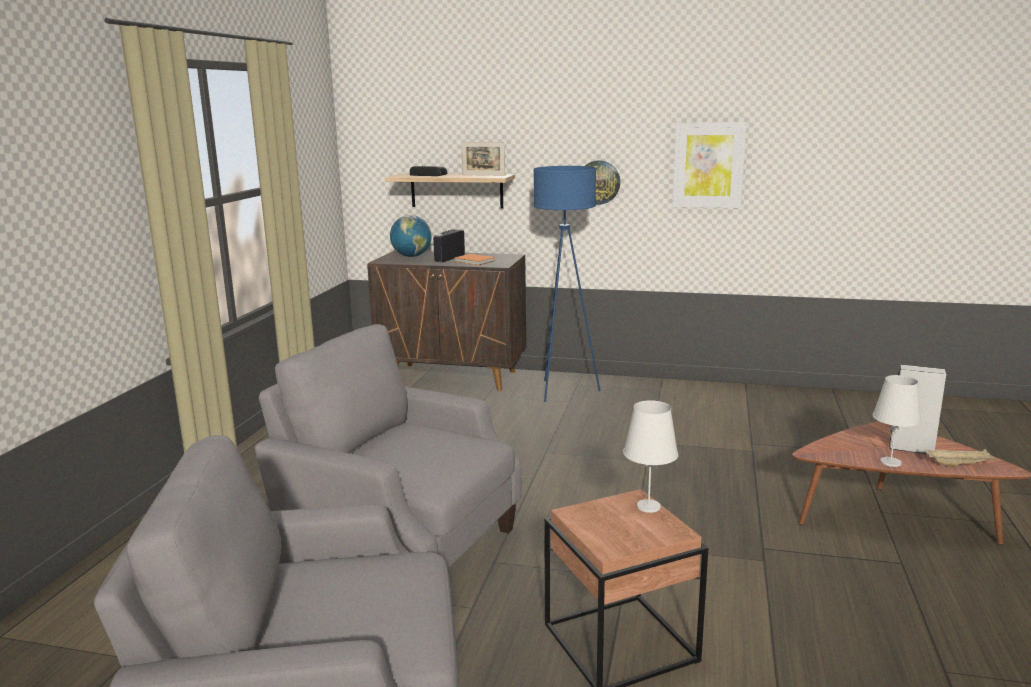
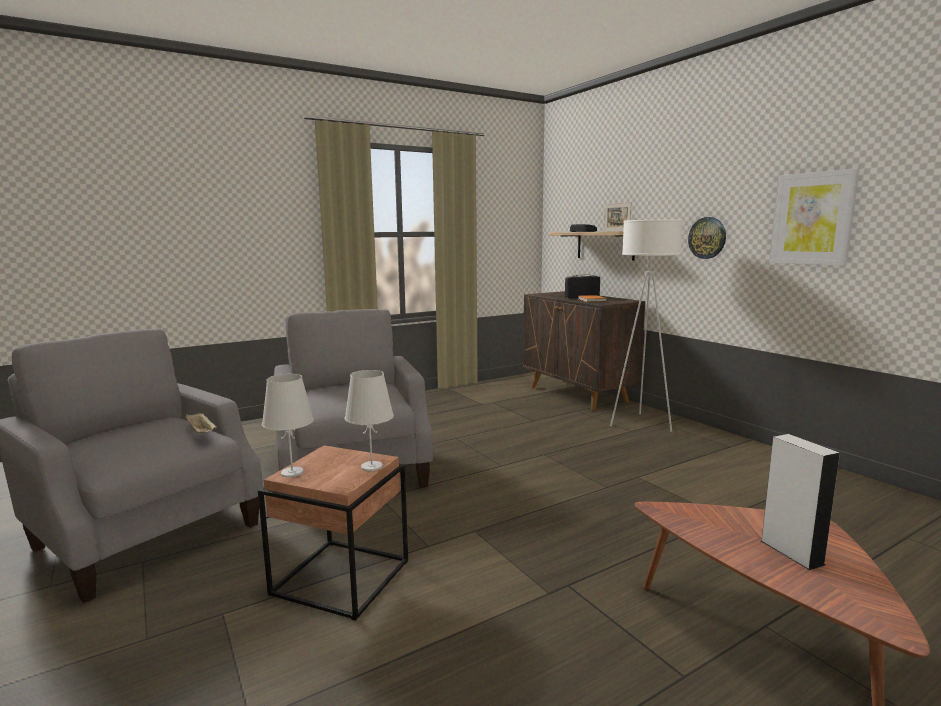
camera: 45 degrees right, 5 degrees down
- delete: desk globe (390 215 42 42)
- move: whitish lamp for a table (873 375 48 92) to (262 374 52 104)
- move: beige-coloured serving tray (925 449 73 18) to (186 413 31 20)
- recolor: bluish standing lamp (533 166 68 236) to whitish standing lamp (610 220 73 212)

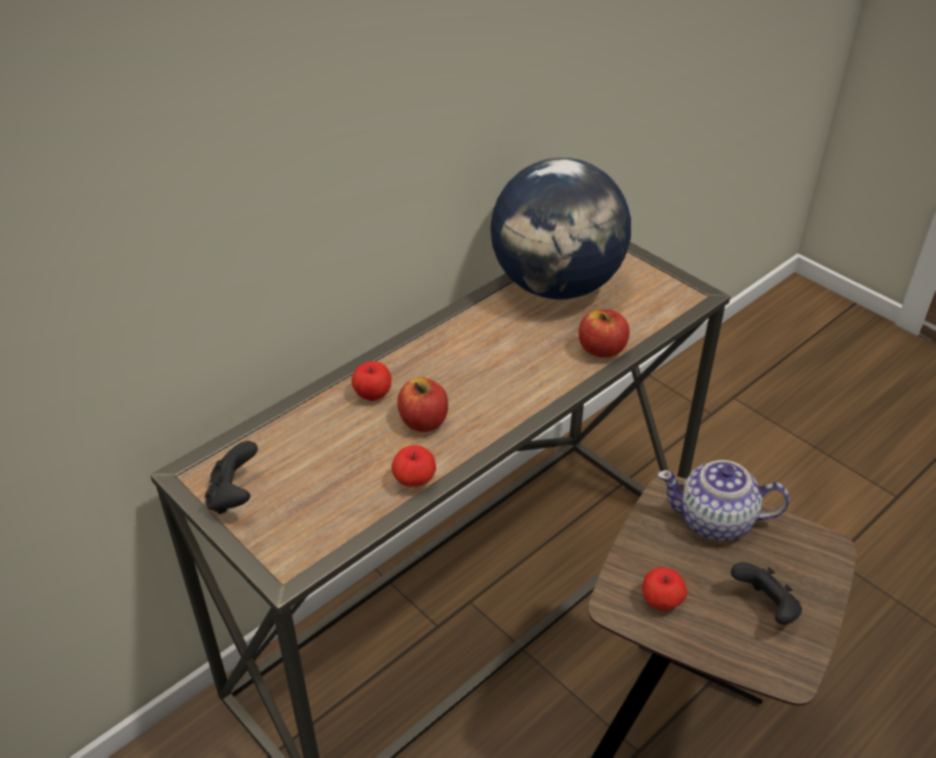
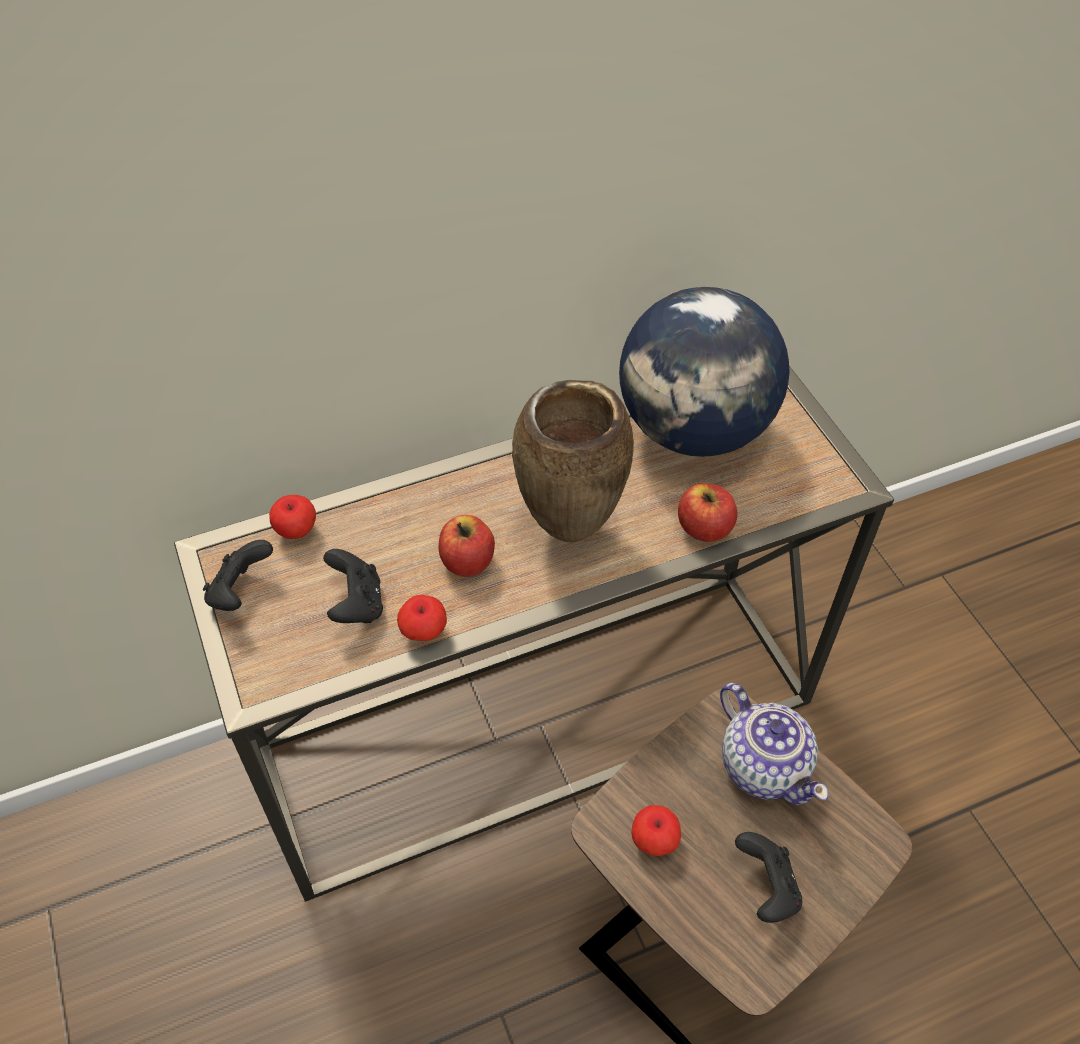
camera: 20 degrees right, 10 degrees up
- insert: blackish game controller (323 549 60 74)
- insert: brown-coloured flower vase (512 380 122 162)
- move: apple fruit (351 361 41 40) to (269 495 47 44)
- rotate: tea pot (657 460 133 81) = (720 683 109 122) 150 degrees counterclockwise

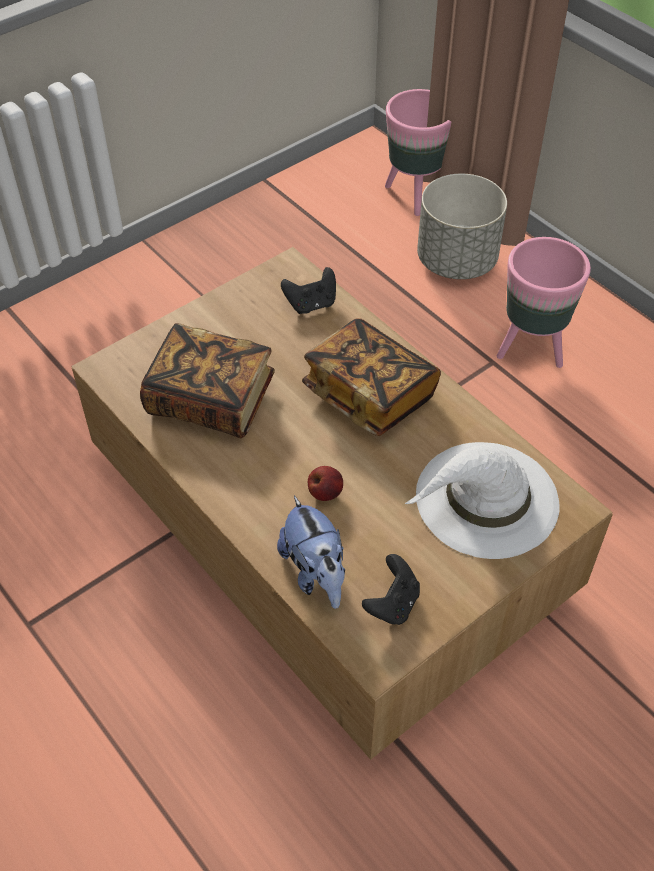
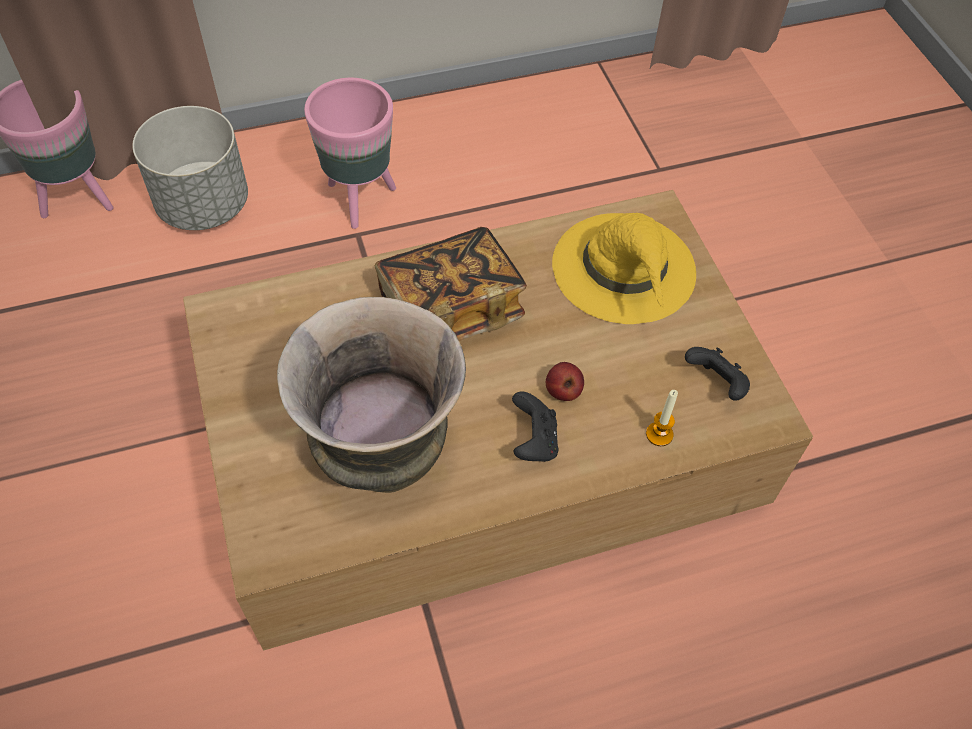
camera: 70 degrees left, 5 degrees up
- move: blackish game controller (281 267 55 47) to (512 391 46 71)
- replace: bound book (140 323 135 115) to flower vase (277 297 189 196)
- replace: plush toy (277 496 68 113) to wax candle (646 390 32 56)
- recolor: whitish clothing hat (405 442 155 117) to yellow-coloured clothing hat (552 213 144 111)

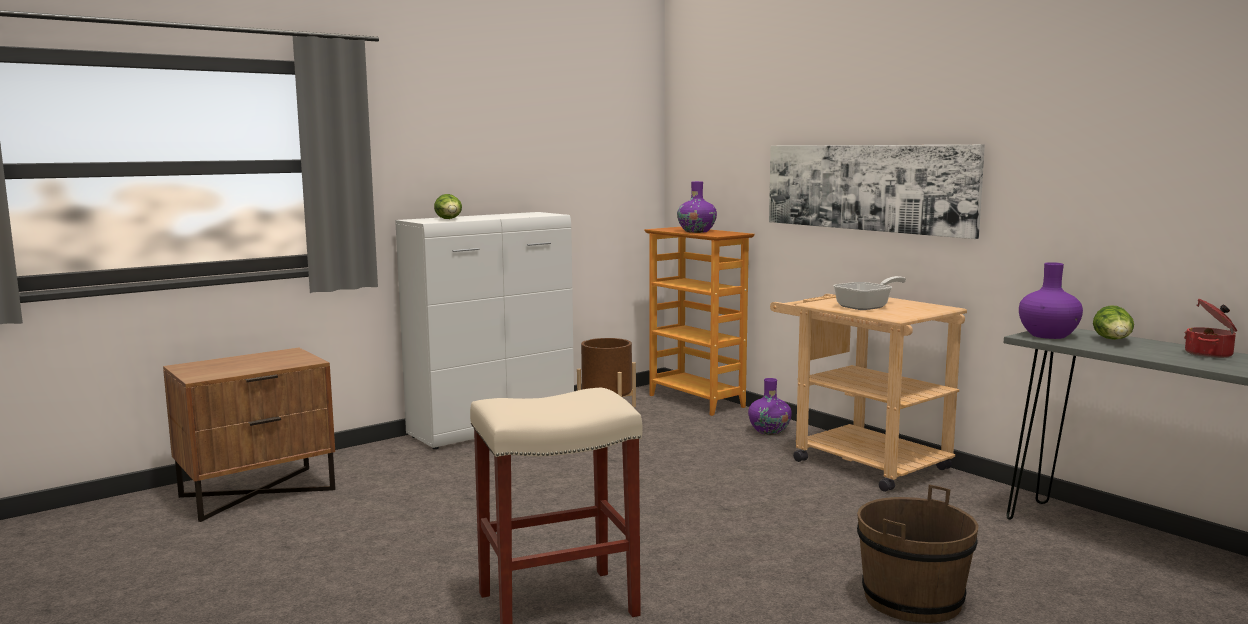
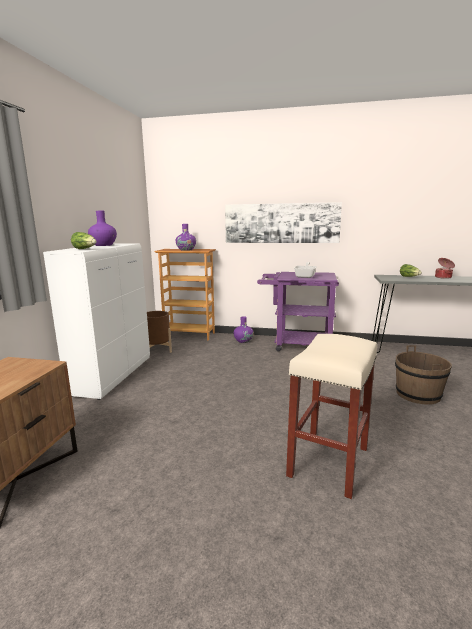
camera: 40 degrees left, 5 degrees up
- move: purplish flower vase (1019 262 64 77) to (88 211 29 35)
- recolor: beige-coloured trolley (770 294 197 198) to purplish trolley (257 272 82 79)

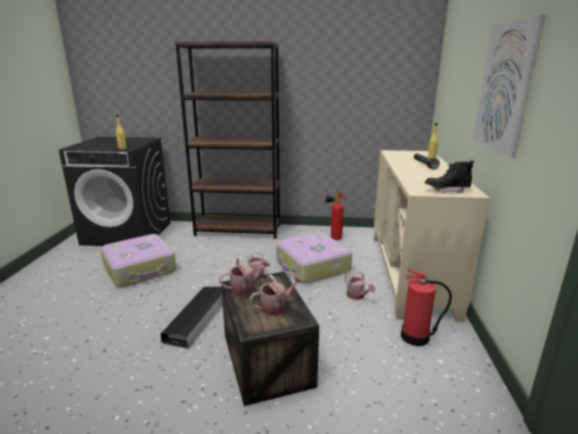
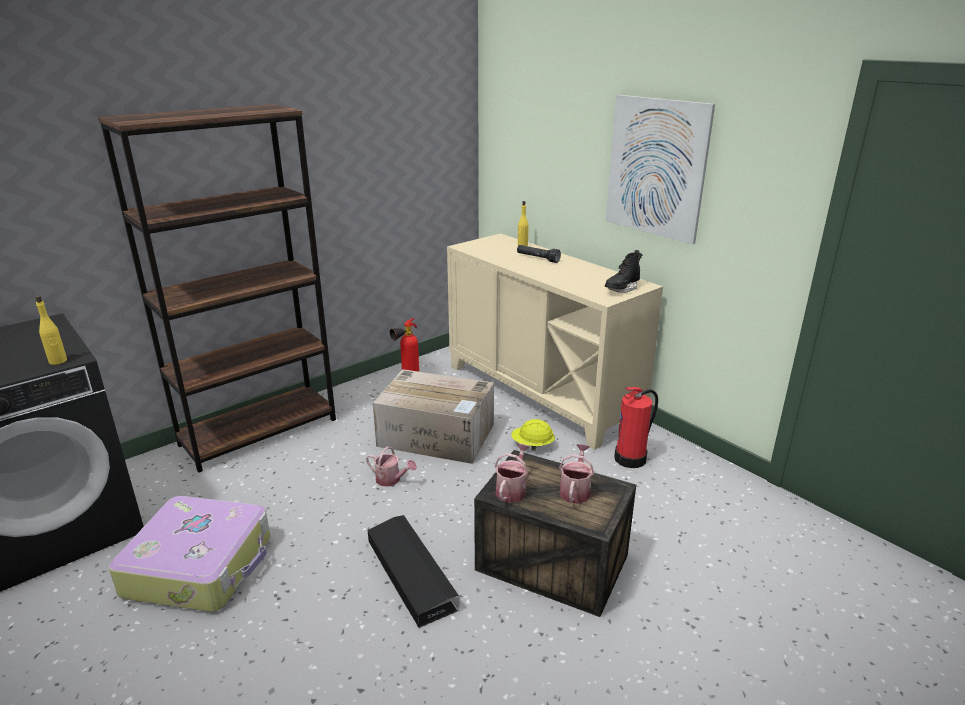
camera: 45 degrees left, 5 degrees up
- replace: travel case (276 232 76 52) to cardboard box (373 369 121 95)
- replace: watering pot (344 271 31 29) to yellow-coloured safety helmet (511 419 44 32)

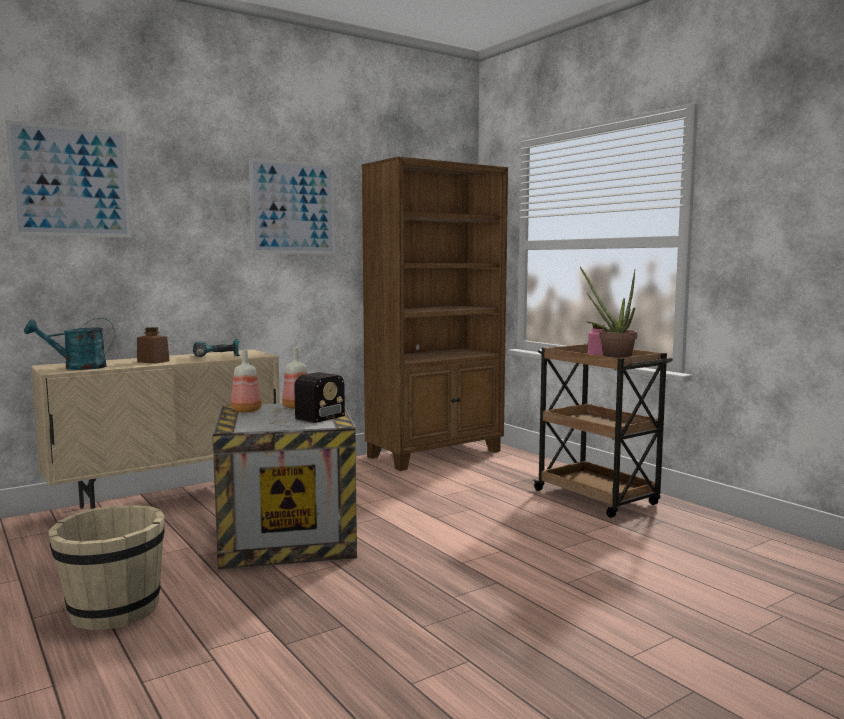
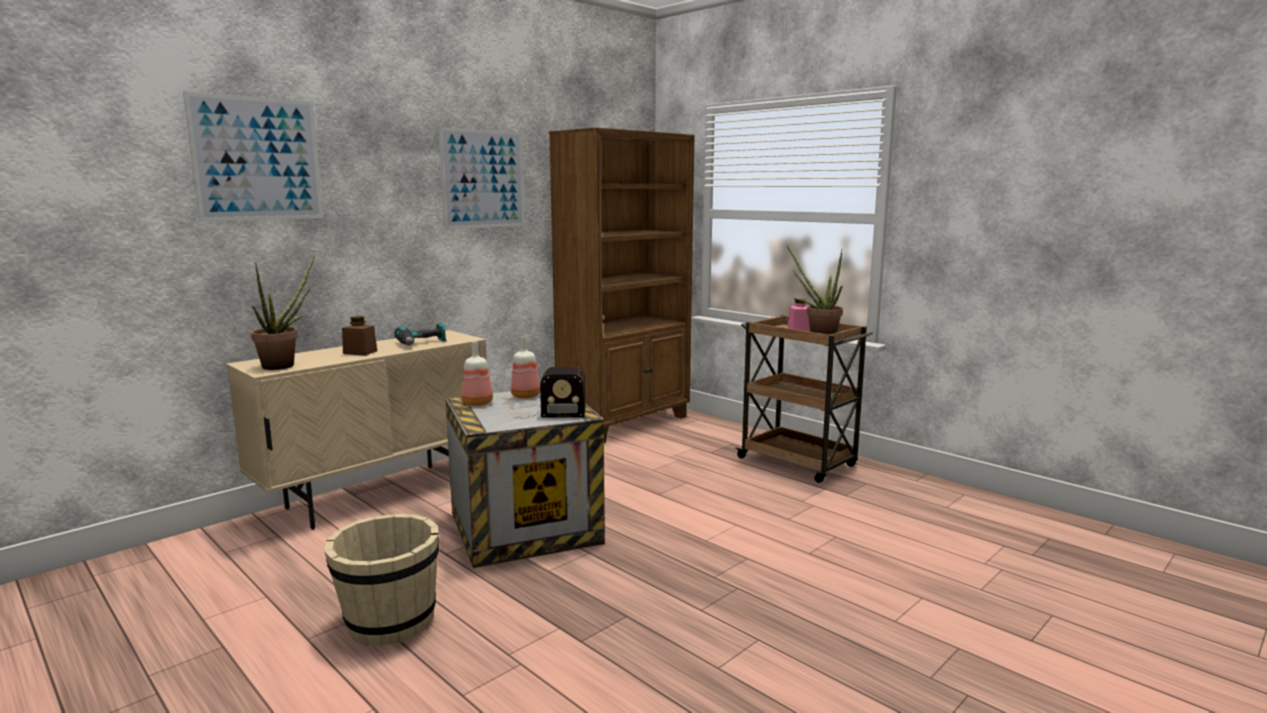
camera: 10 degrees left, 5 degrees up
- replace: turquoise watering pot (24 318 91 52) to potted plant (251 254 64 116)
- rotate: radio (272 372 73 55) = (515 367 71 51) 60 degrees clockwise

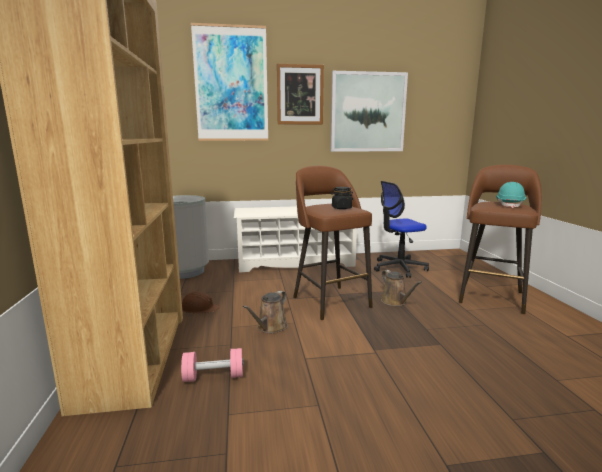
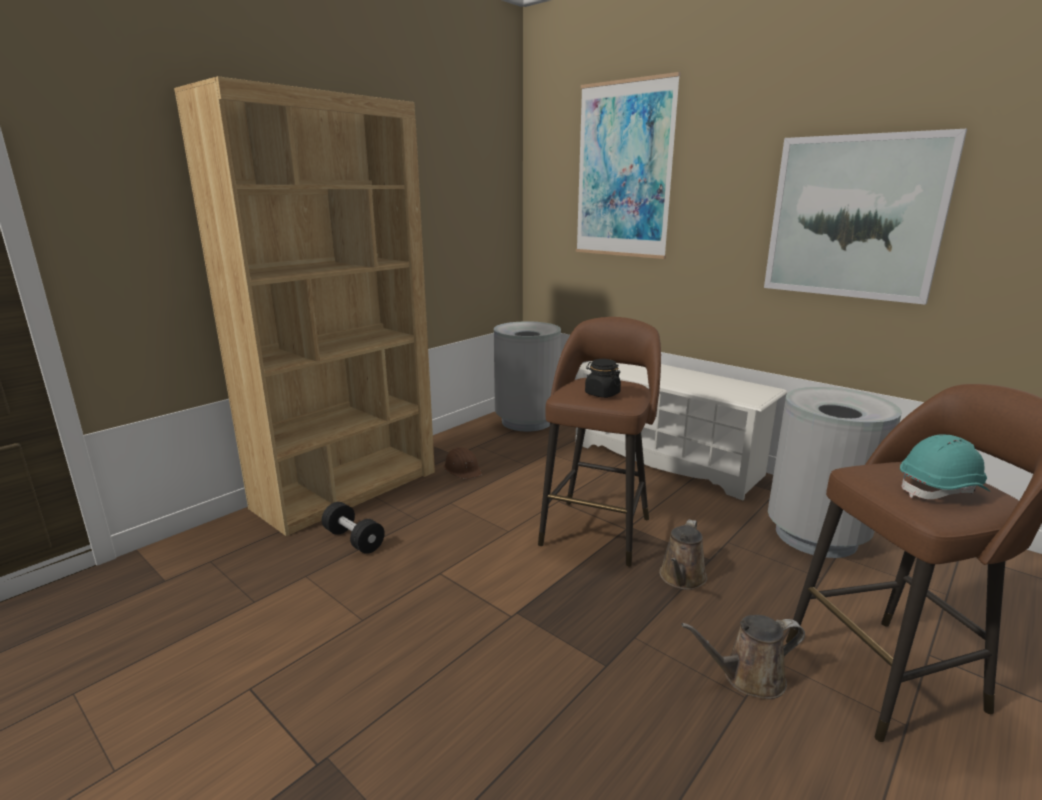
camera: 50 degrees right, 5 degrees up
- delete: wall picture (277 64 47 61)
- move: brown-coloured watering pot (243 291 45 42) to (681 615 124 84)
- replace: office chair (374 181 55 97) to greyish waste bin (768 387 134 171)
- recolor: pink free weight (181 348 63 34) to blackish free weight (322 502 63 52)

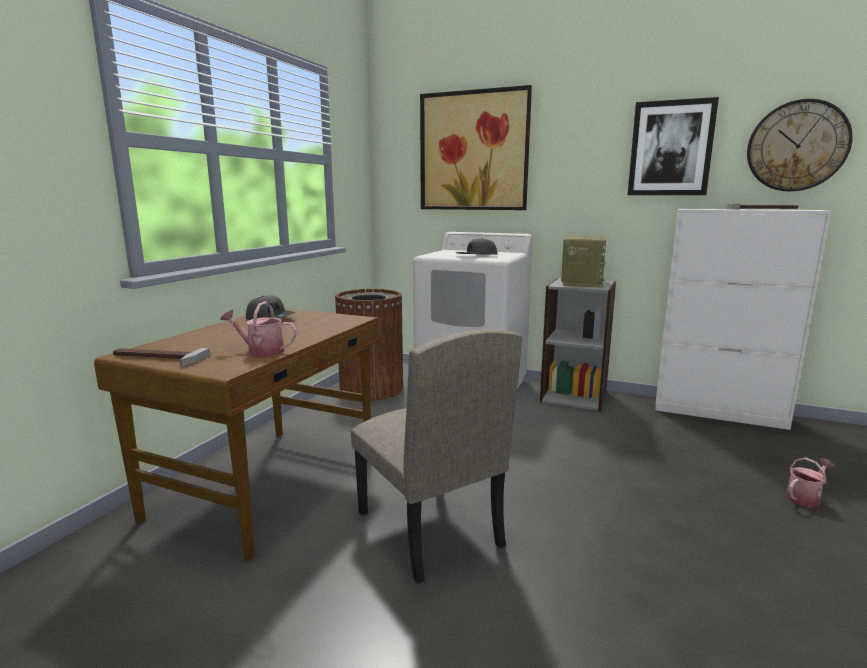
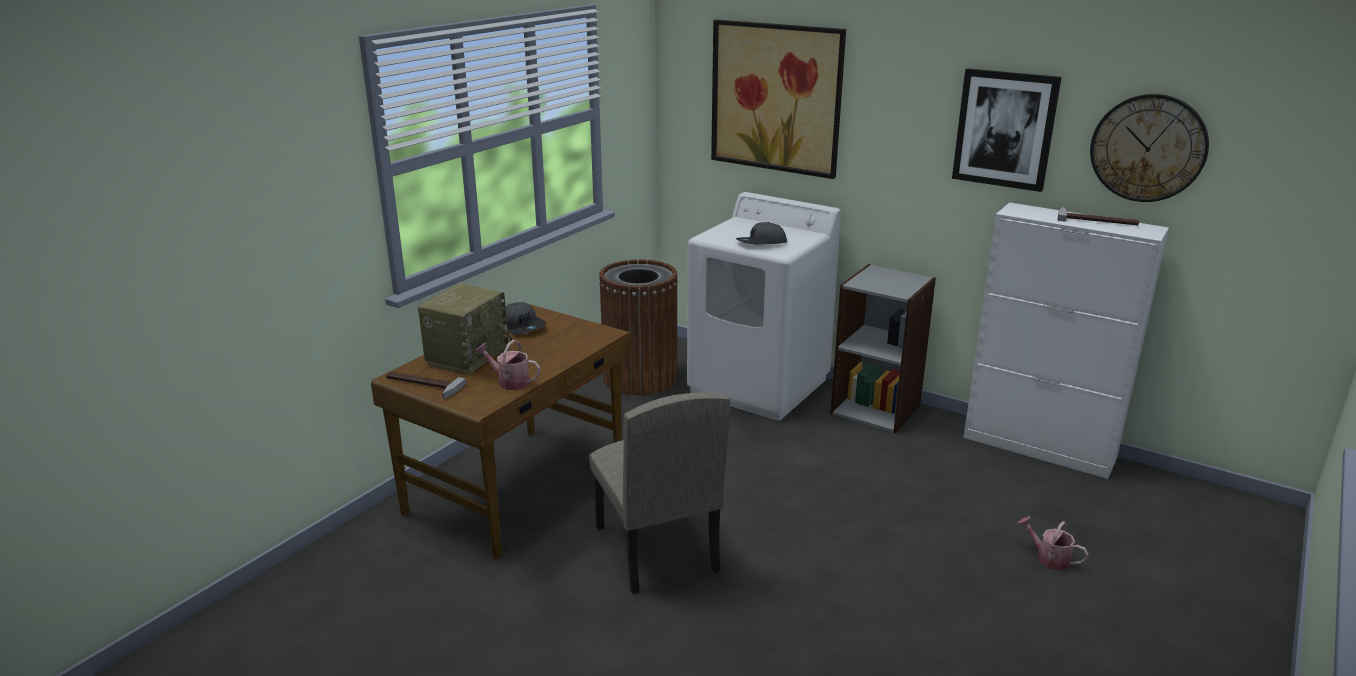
camera: 10 degrees right, 10 degrees up
- move: radio (561 235 45 52) to (418 284 94 92)
- rotate: watering pot (785 457 50 50) = (1018 516 71 55) 120 degrees counterclockwise

